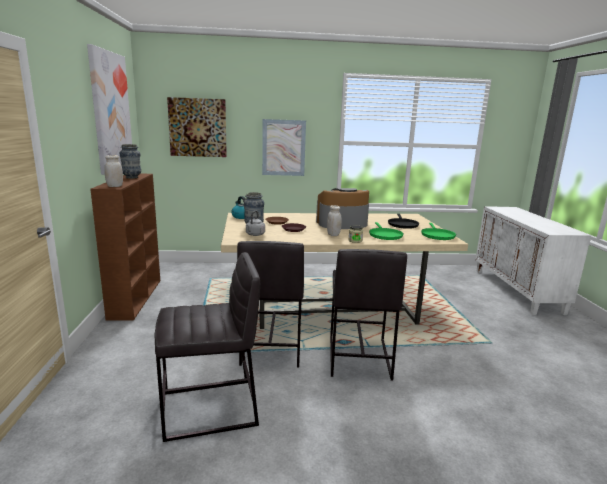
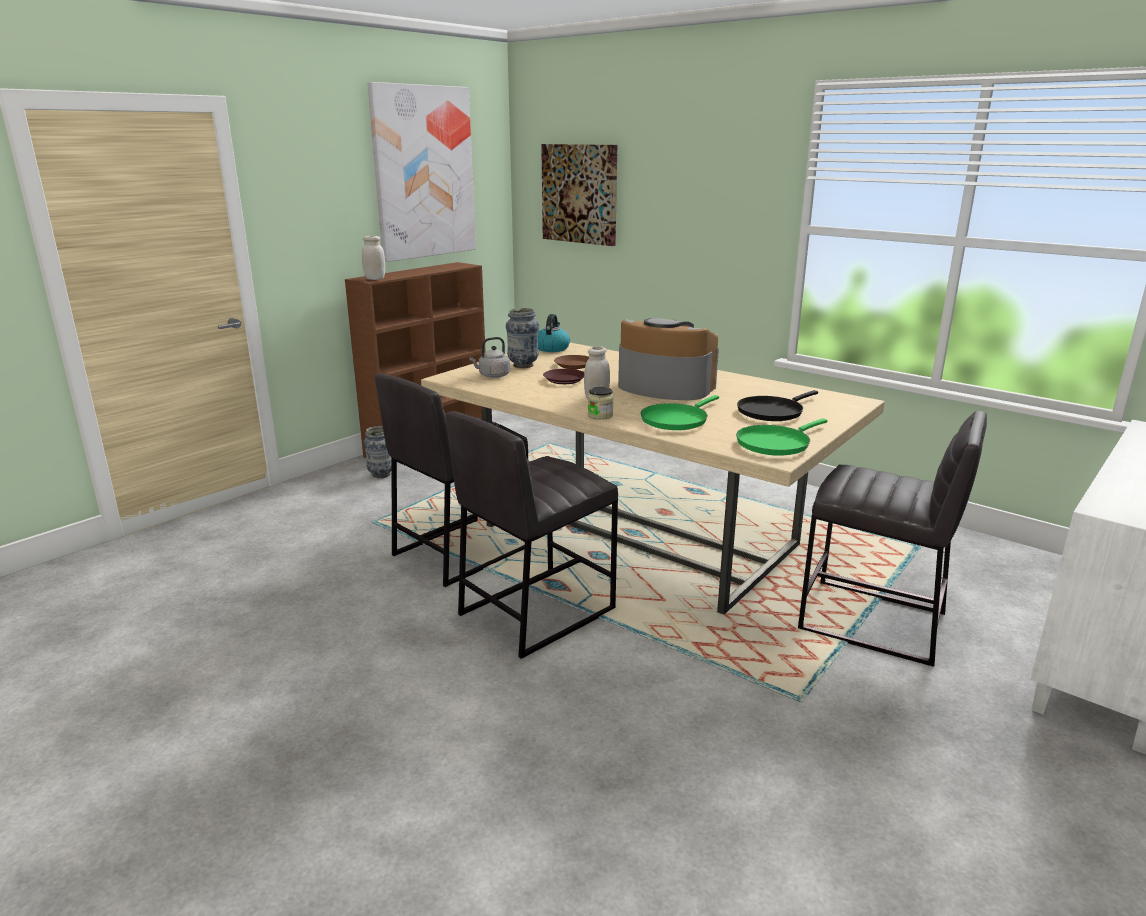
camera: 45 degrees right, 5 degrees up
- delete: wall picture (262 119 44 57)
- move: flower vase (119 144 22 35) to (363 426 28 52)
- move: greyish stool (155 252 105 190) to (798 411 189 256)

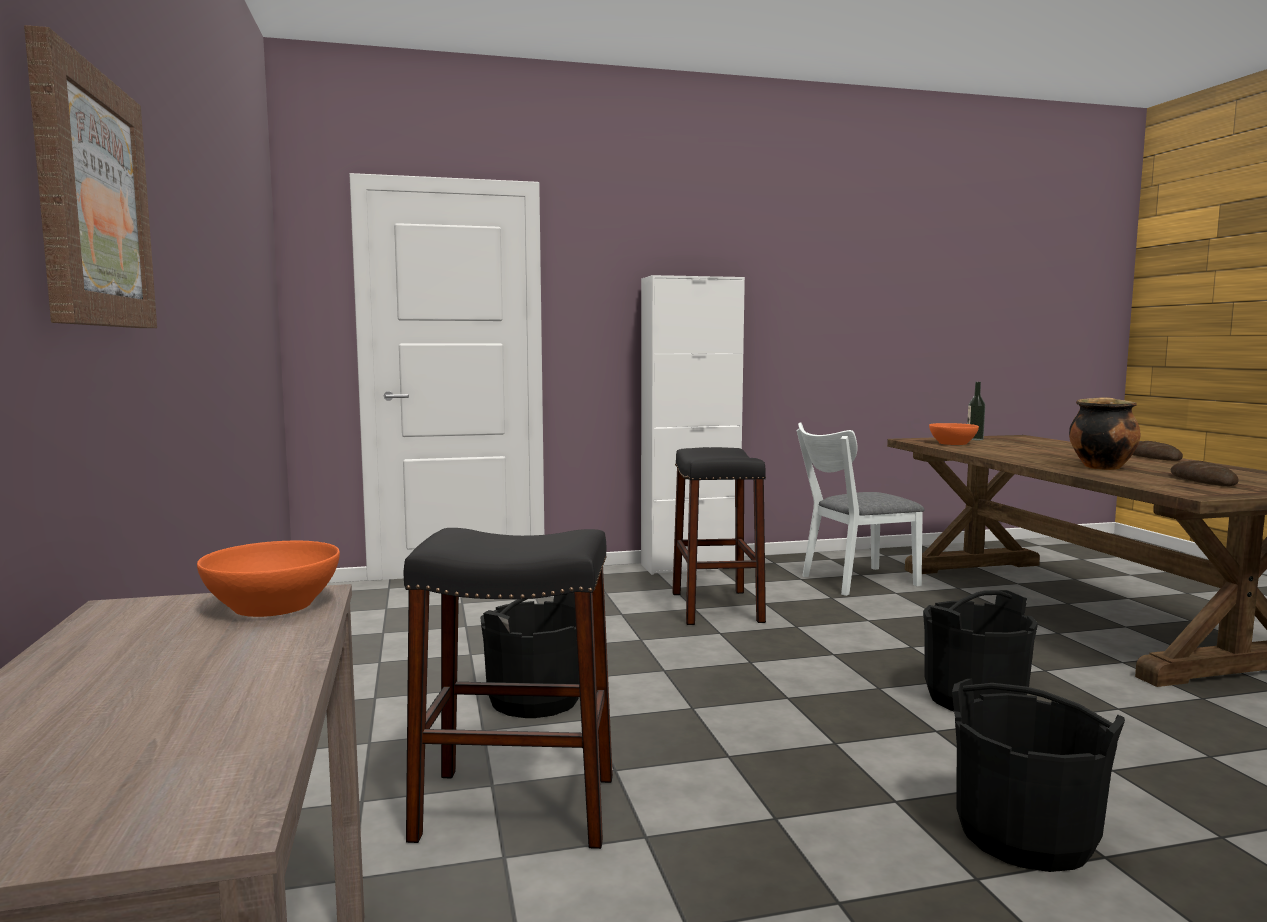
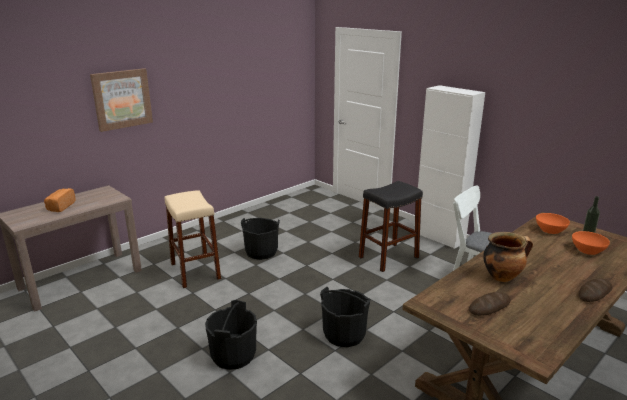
camera: 60 degrees right, 15 degrees up
- insert: bakery bread (44 188 31 24)
- move: orange-coloured deep dish (197 541 143 76) to (572 231 38 24)
- recolor: blackish stool (404 528 209 321) to beige-coloured stool (165 190 56 98)

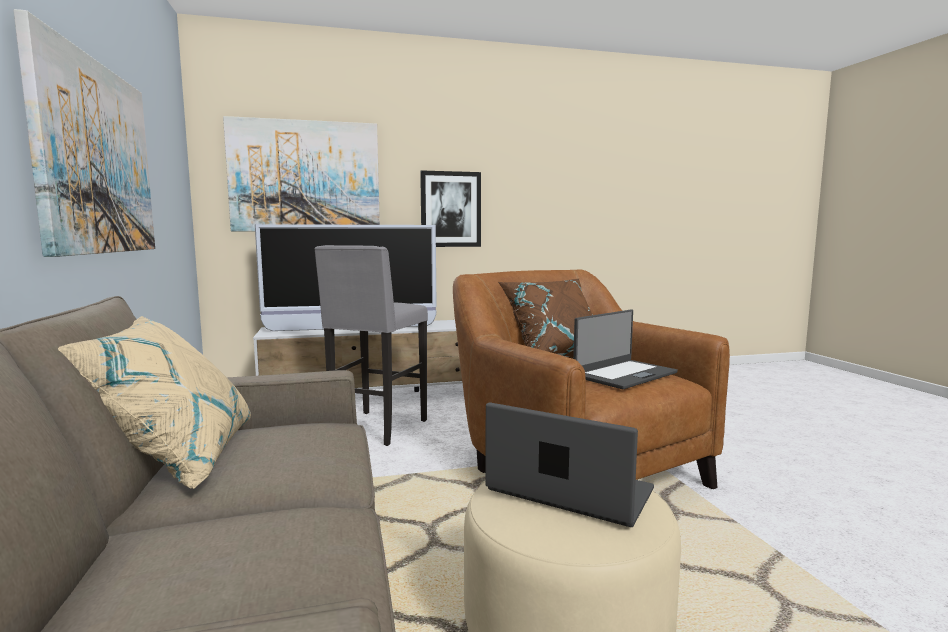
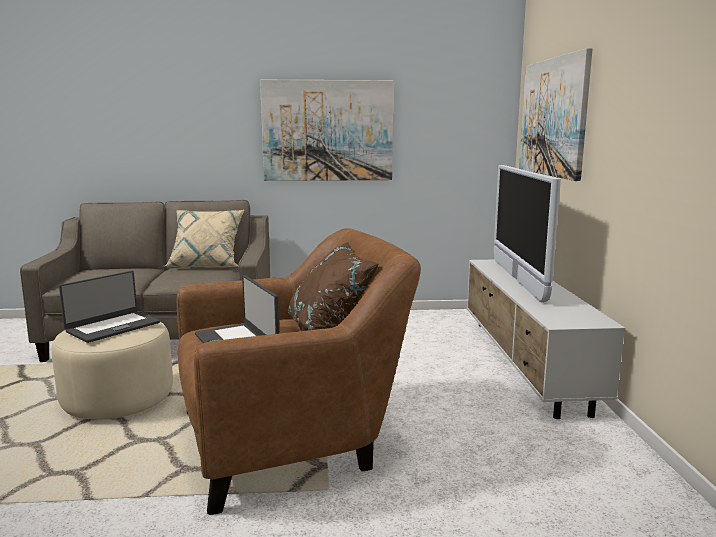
camera: 100 degrees right, 5 degrees up
- delete: greyish stool (314 245 114 201)
- delete: wall picture (420 170 61 77)

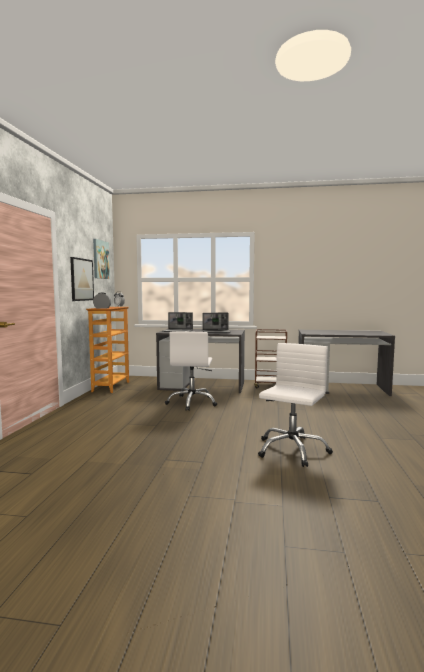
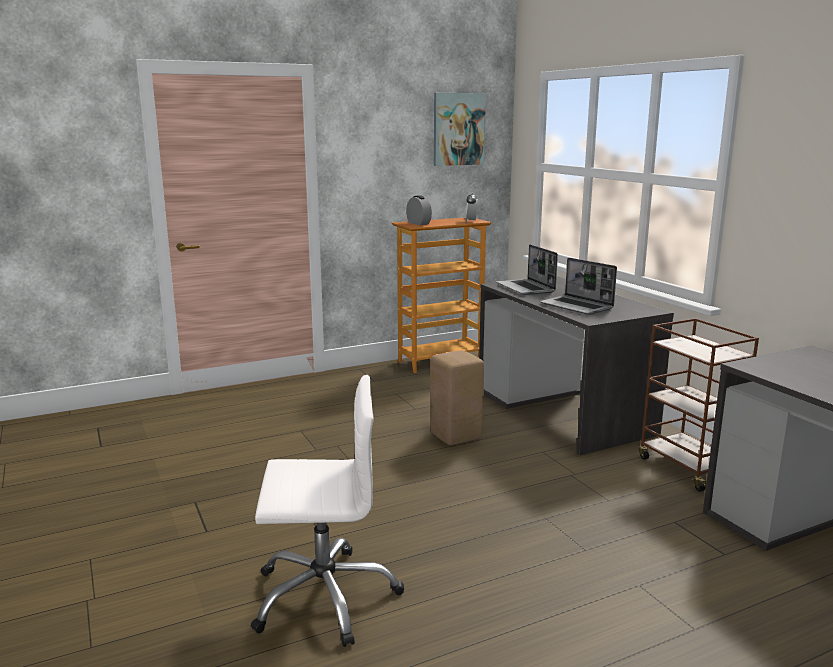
camera: 55 degrees right, 10 degrees up
- delete: wall picture (70 257 24 44)
- replace: whitish office chair (165 331 52 80) to beige-coloured stool (430 351 54 94)

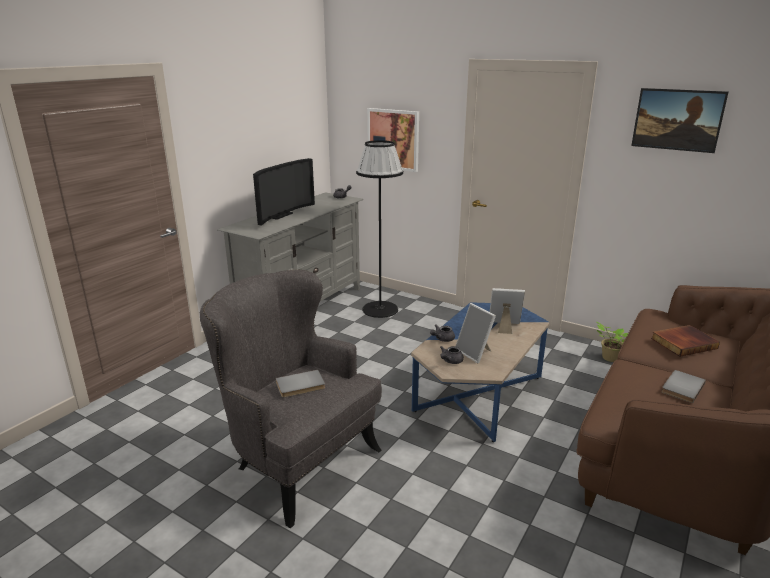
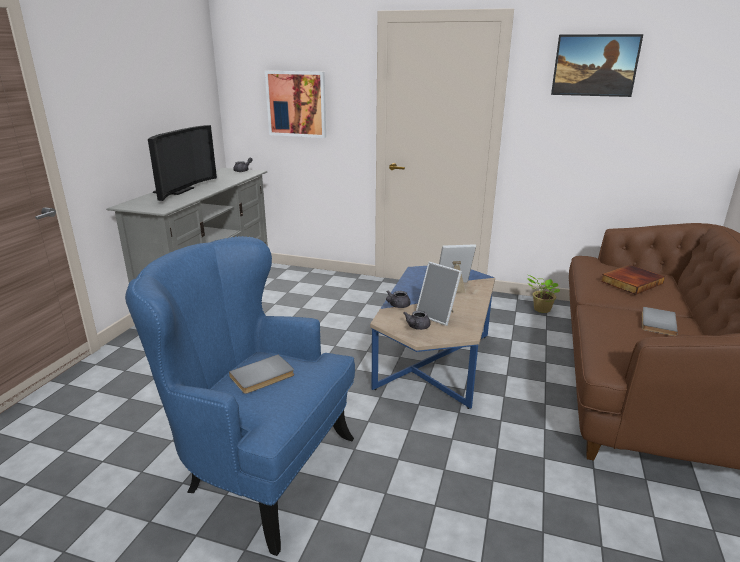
camera: 15 degrees left, 0 degrees up
- delete: blackish standing lamp (356 140 47 178)
- recolor: greyish easy chair (200 269 182 259) to bluish easy chair (125 236 230 320)

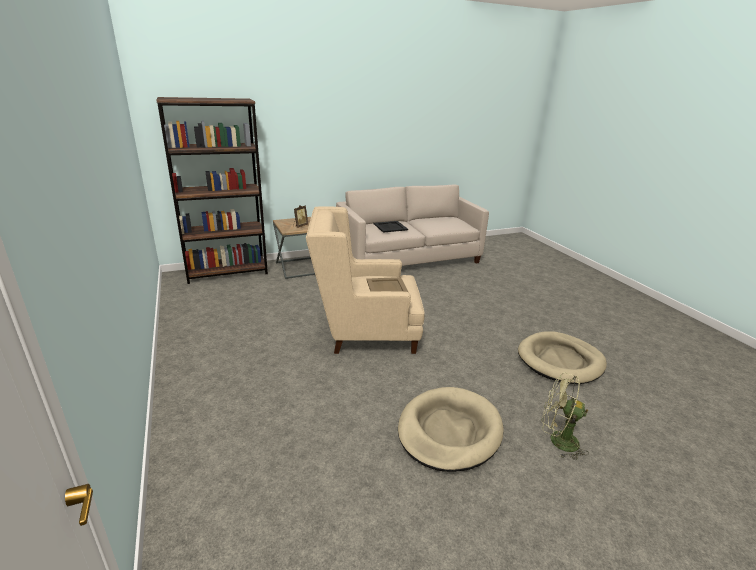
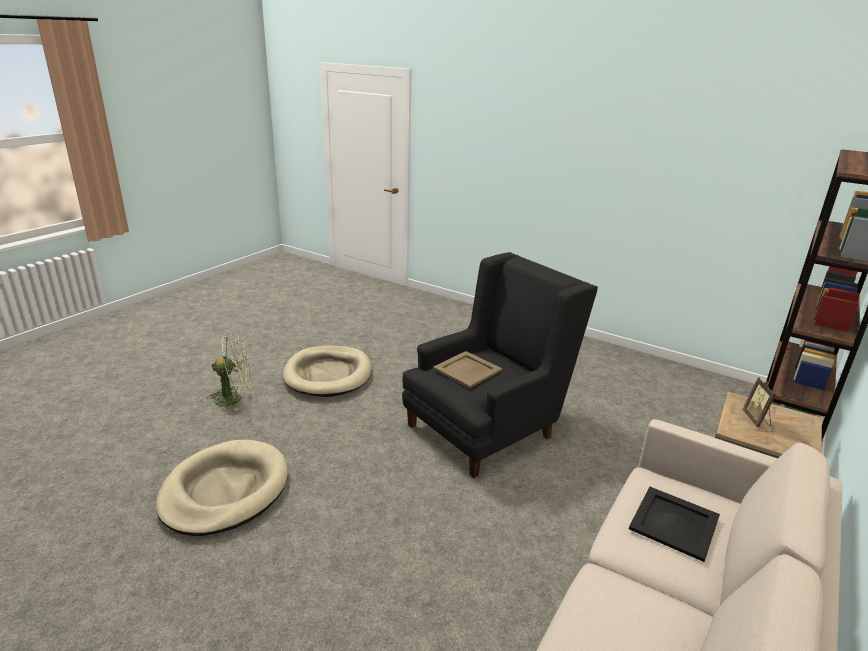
camera: 145 degrees right, 0 degrees up
- recolor: beige-coloured easy chair (306 206 119 148) to blackish easy chair (402 252 196 226)

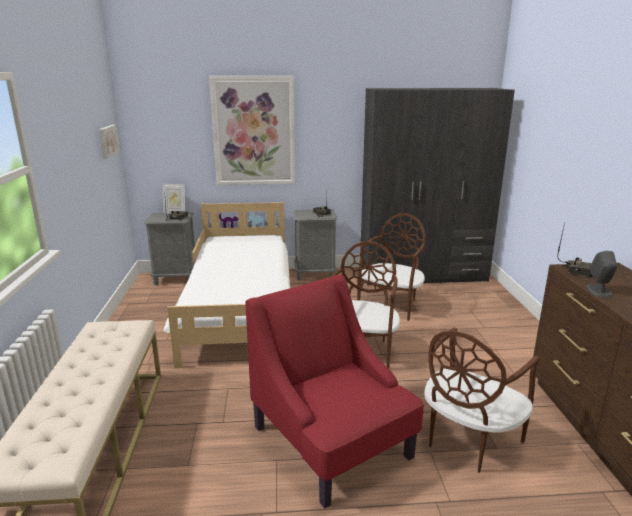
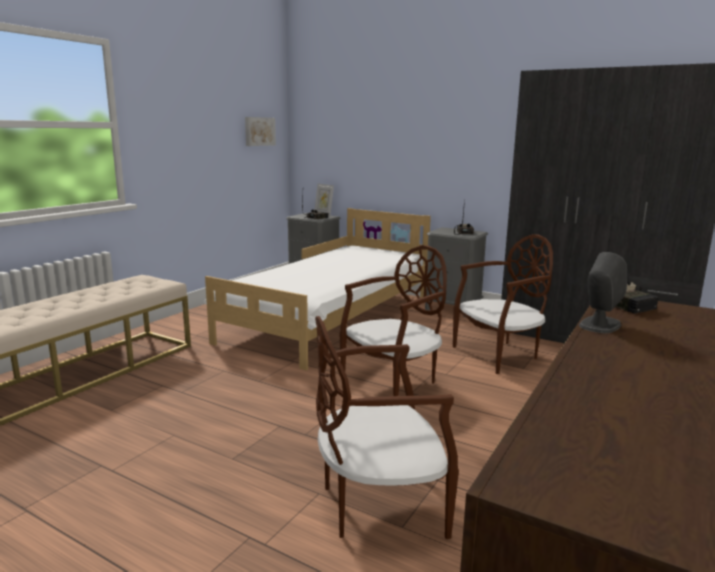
camera: 35 degrees right, 5 degrees down
- delete: wall picture (209 76 86 109)
- delete: red easy chair (246 275 178 234)

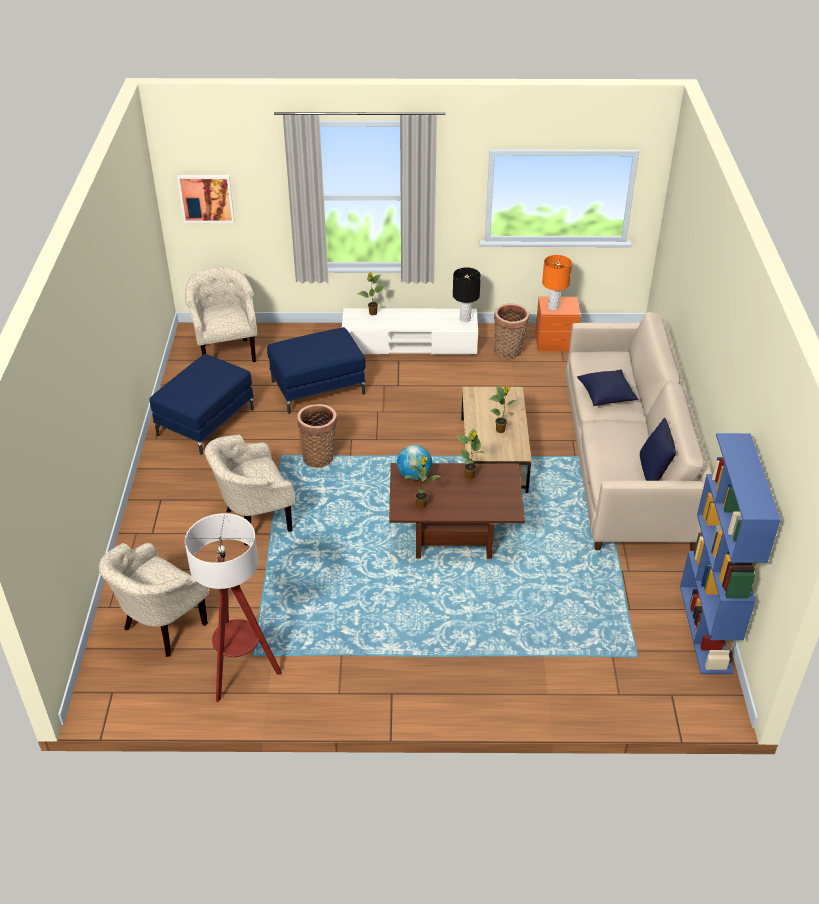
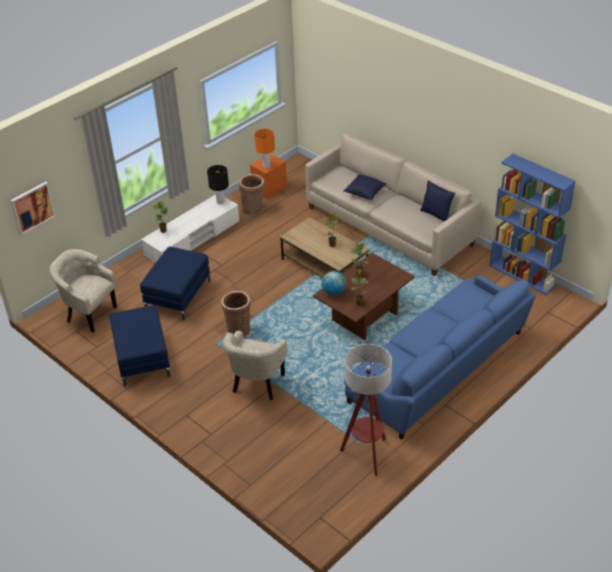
camera: 45 degrees left, 0 degrees up
- delete: beige-coloured easy chair (99 543 110 114)
- insert: bluish sofa (344 275 192 165)

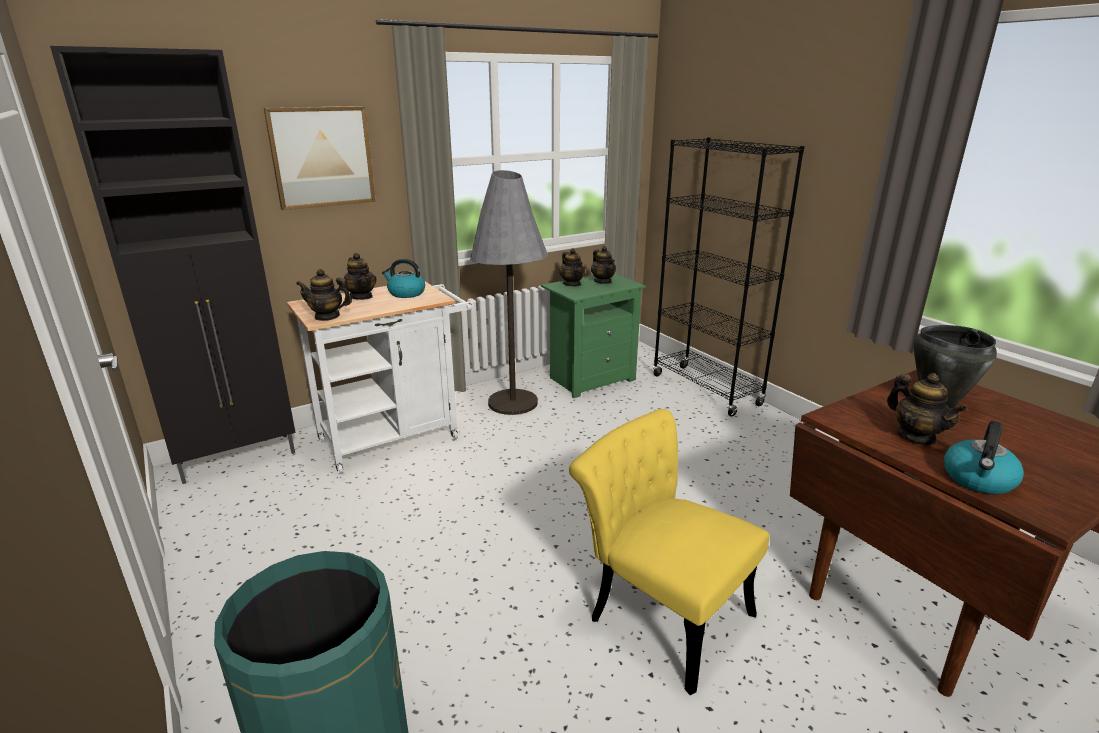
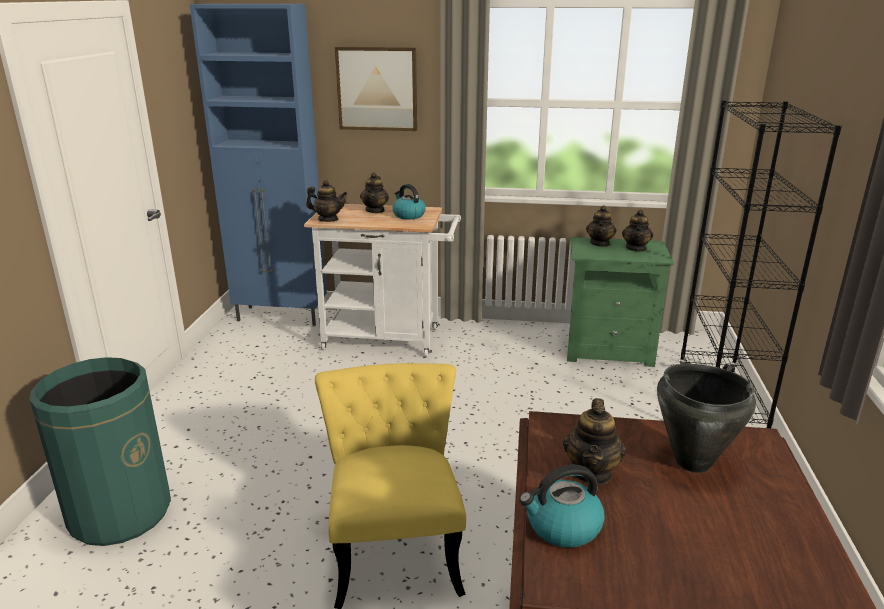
camera: 40 degrees right, 0 degrees up
- delete: greyish standing lamp (470 170 78 245)
- recolor: blackish cabinet (50 46 246 438) to bluish cabinet (190 4 137 322)
- rotate: tea pot (296 269 56 52) = (306 180 41 42) 150 degrees clockwise

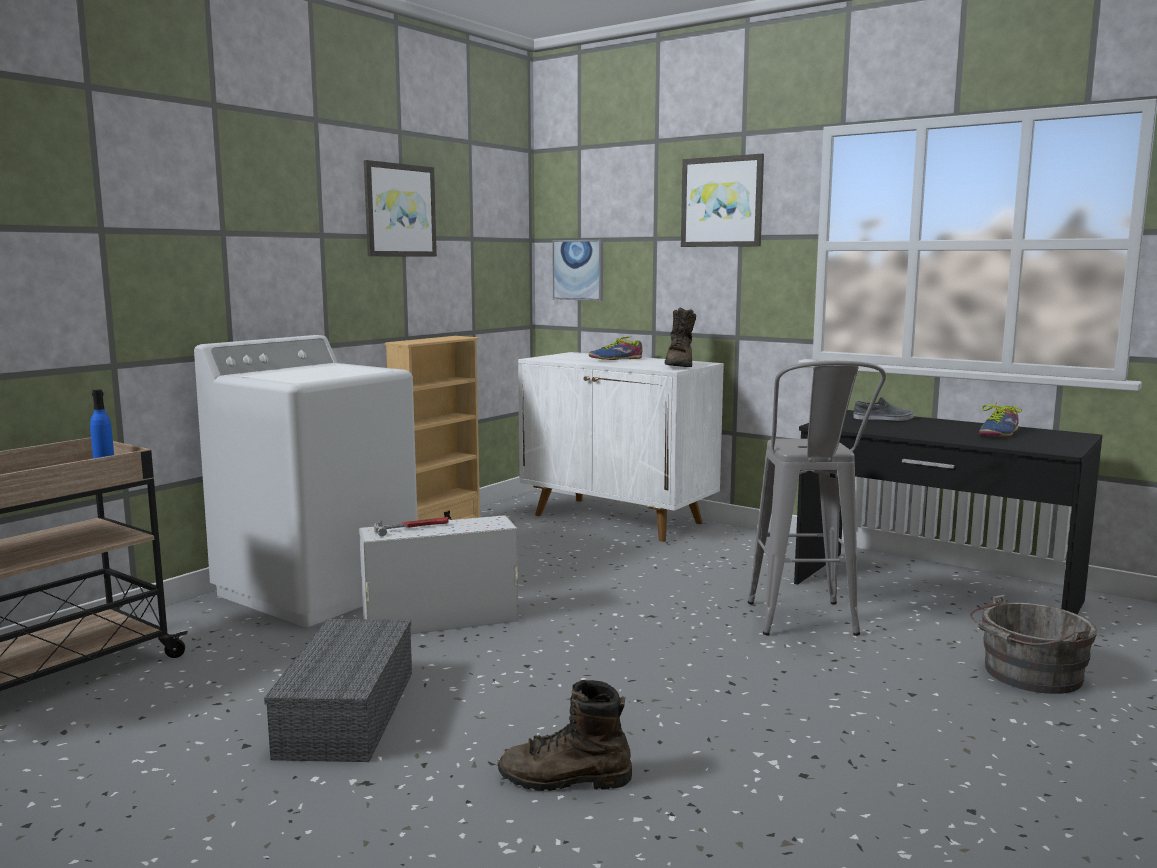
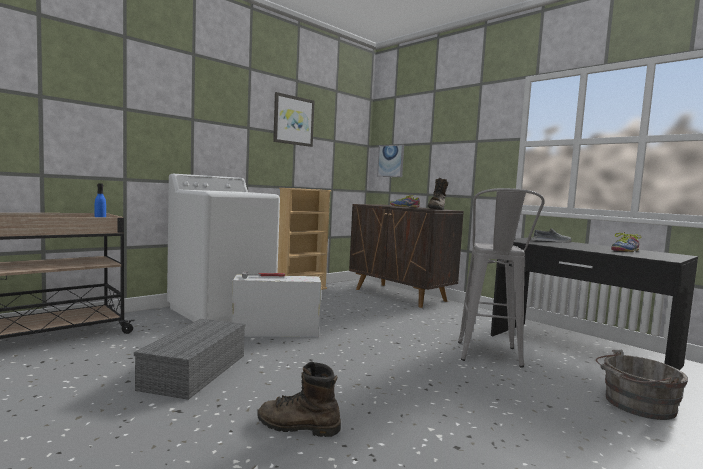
camera: 10 degrees right, 5 degrees down
- delete: wall picture (681 154 83 93)
- recolor: whitish cabinet (518 352 206 190) to brown-coloured cabinet (349 204 115 104)

